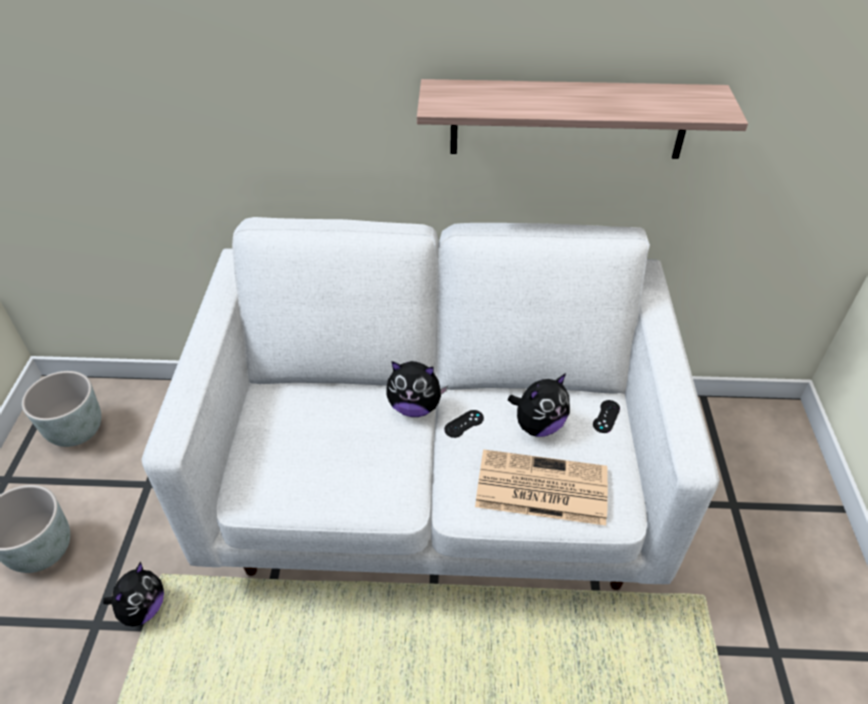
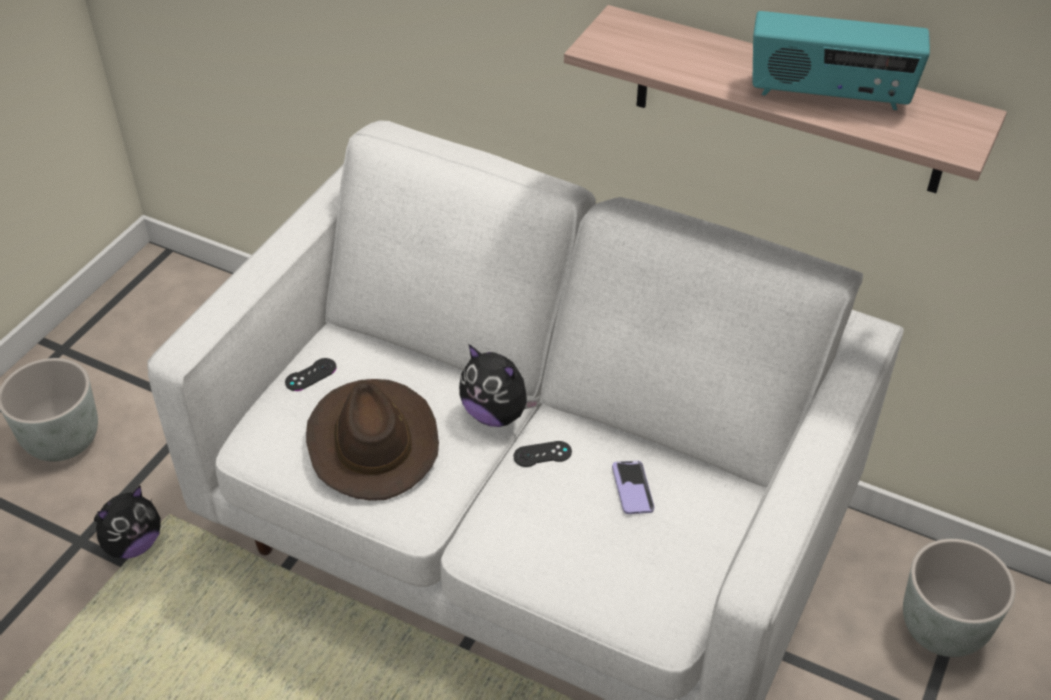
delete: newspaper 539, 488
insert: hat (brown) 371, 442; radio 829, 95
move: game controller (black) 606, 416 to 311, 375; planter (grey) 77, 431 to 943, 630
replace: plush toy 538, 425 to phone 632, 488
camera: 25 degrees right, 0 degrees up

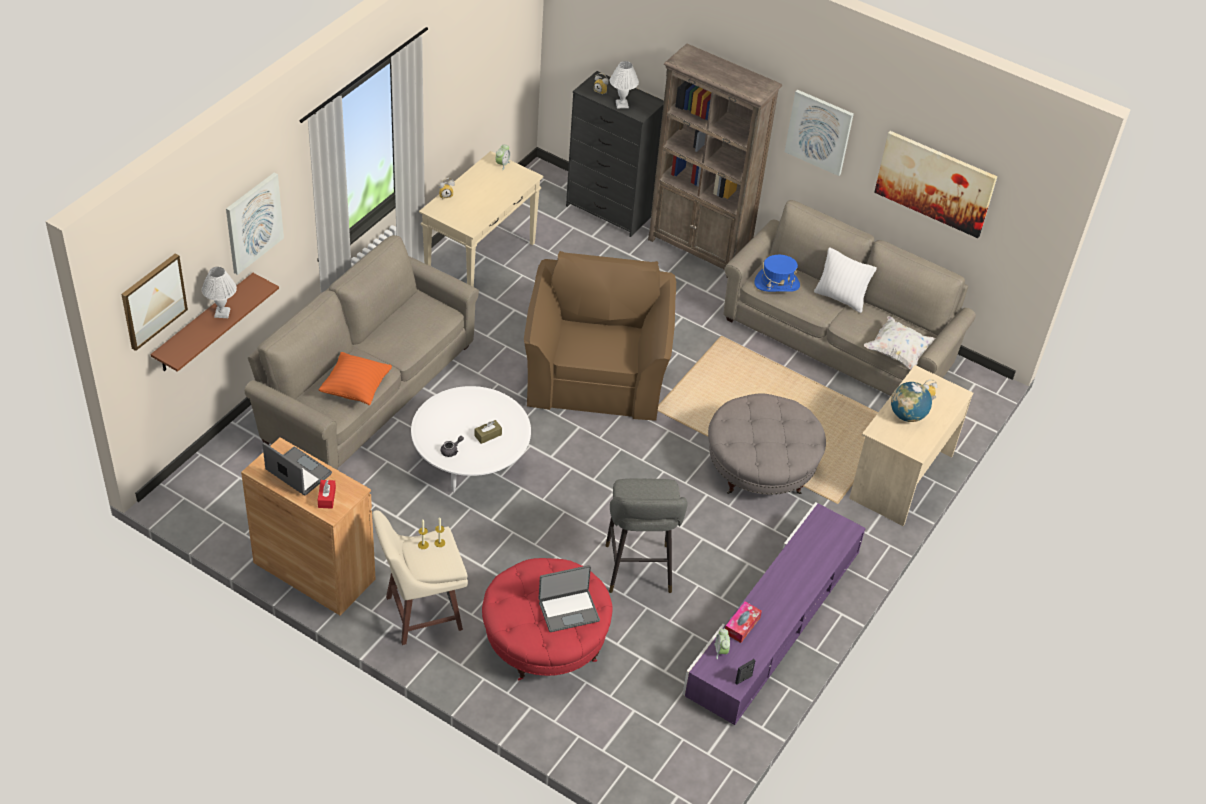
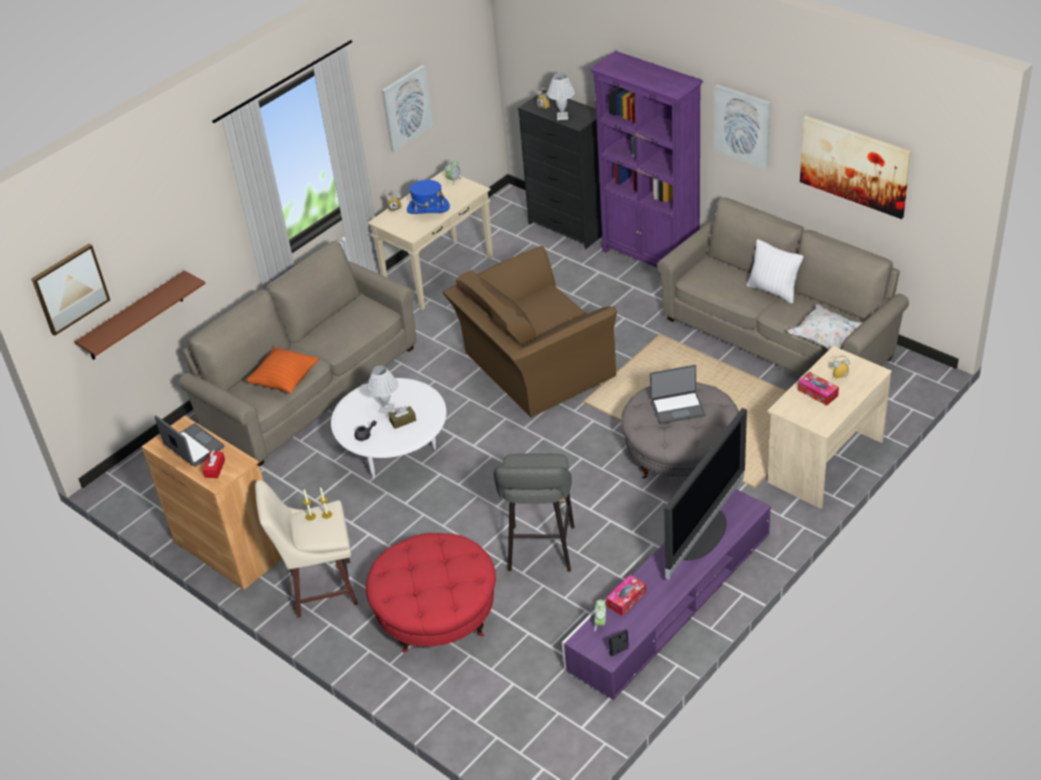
insert: television 702, 535
move: table lamp (white) 222, 313 to 387, 408; picture 253, 222 to 406, 108; hat (blue) 777, 284 to 428, 208; laptop 568, 610 to 677, 407
replace: globe 907, 415 to tissue box 817, 393
recolor: bookcase (brown) 699, 250 to bookcase (purple) 651, 258
rotate: armchair (brown) 597, 370 = 532, 367 135 degrees counterclockwise
camera: 15 degrees right, 5 degrees down

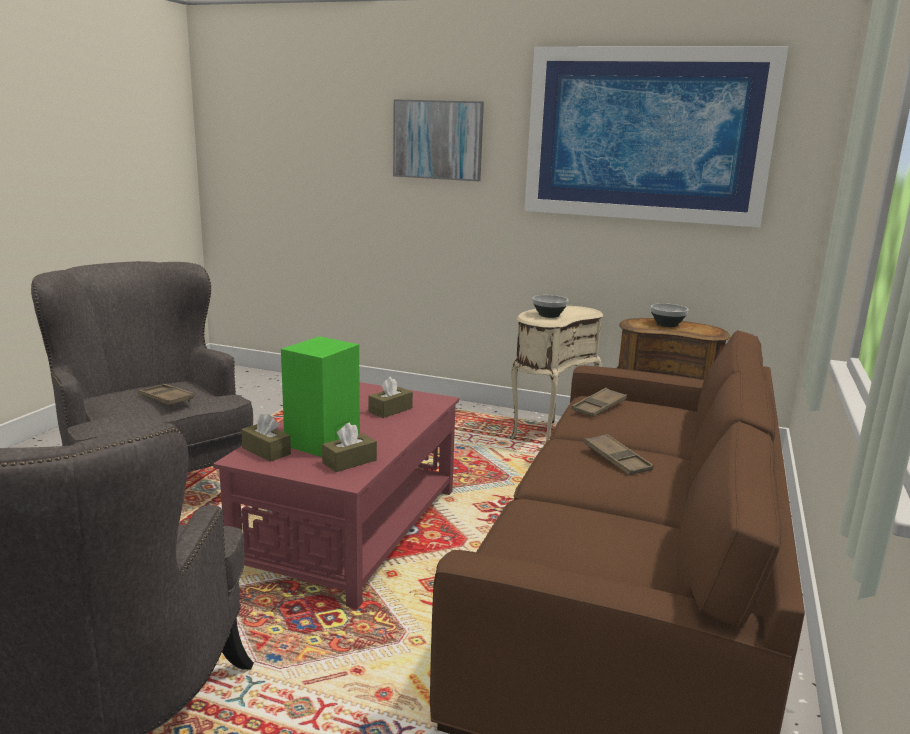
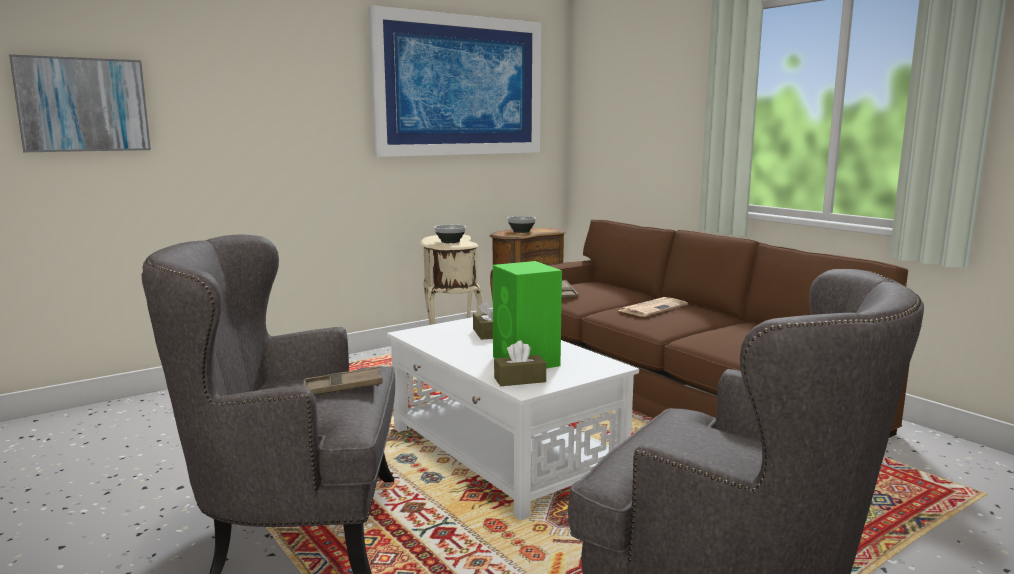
delete: tissue box (brown) 349, 462
move: picture 438, 140 to 83, 105
replace: tray (brown) 617, 459 to newspaper 653, 308
recolor: coffee table (red) 350, 530 to coffee table (white) 503, 453
camera: 55 degrees left, 5 degrees down

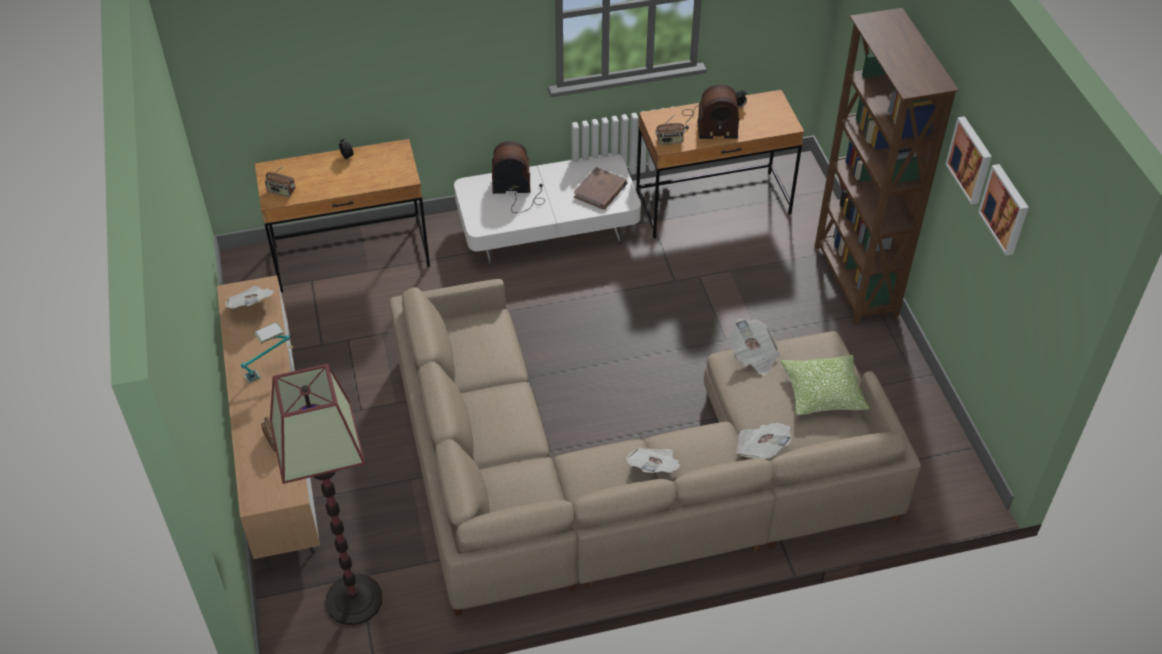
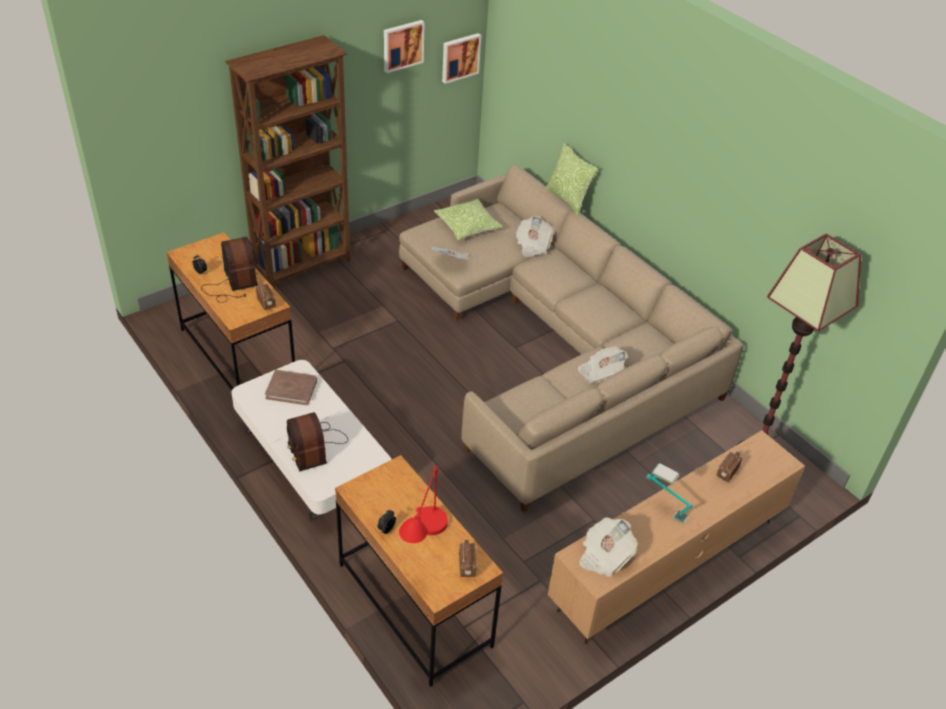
insert: table lamp (red) 423, 545; pillow 567, 200
move: picture 971, 159 to 460, 57; newspaper 654, 468 to 600, 373
camera: 115 degrees left, 5 degrees down

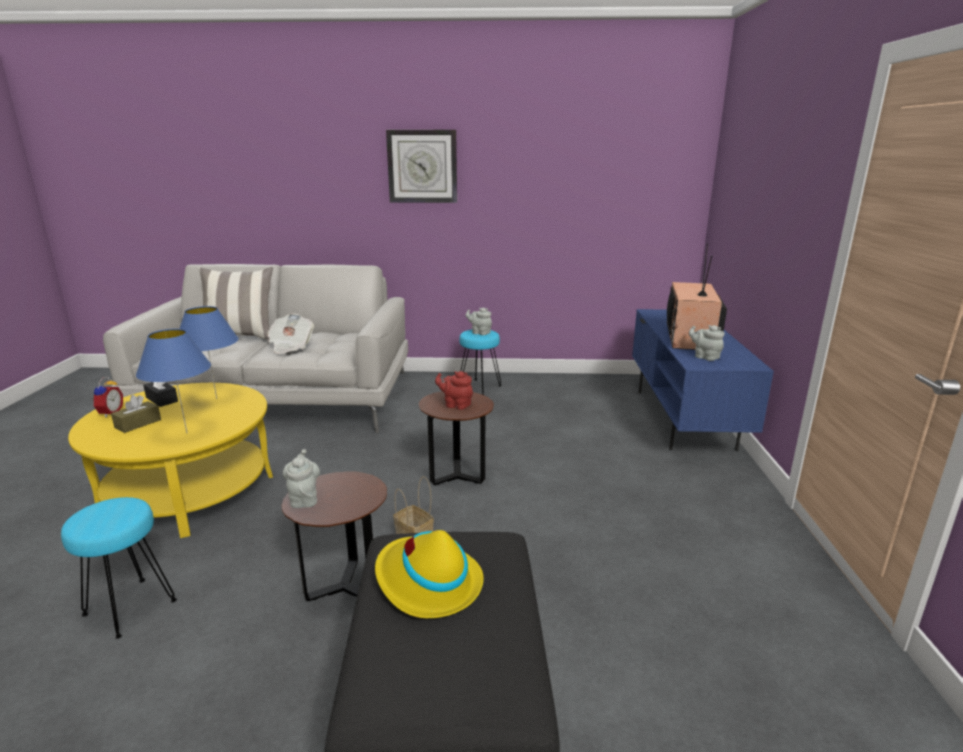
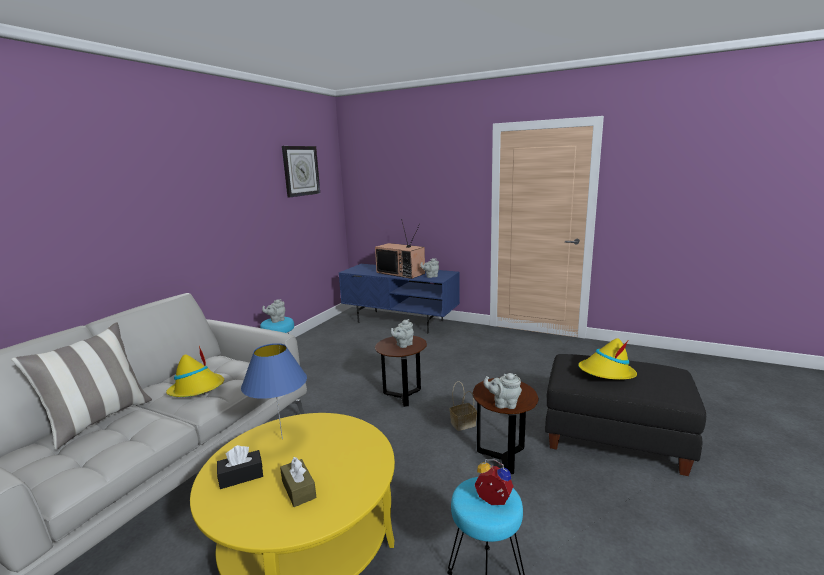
delete: table lamp (blue) 187, 433
move: wall clock 422, 166 to 301, 171; alarm clock 109, 413 to 492, 502
replace: newspaper 291, 346 to hat (yellow) 198, 389
recolor: teapot (red) 456, 405 to teapot (grey) 403, 345
camera: 65 degrees left, 5 degrees down

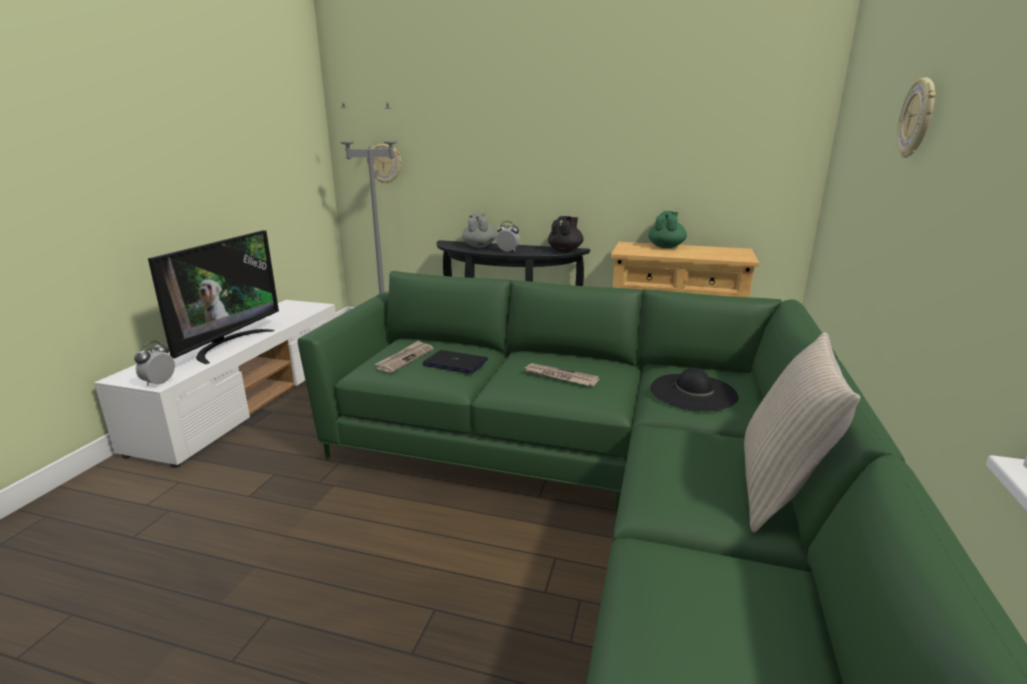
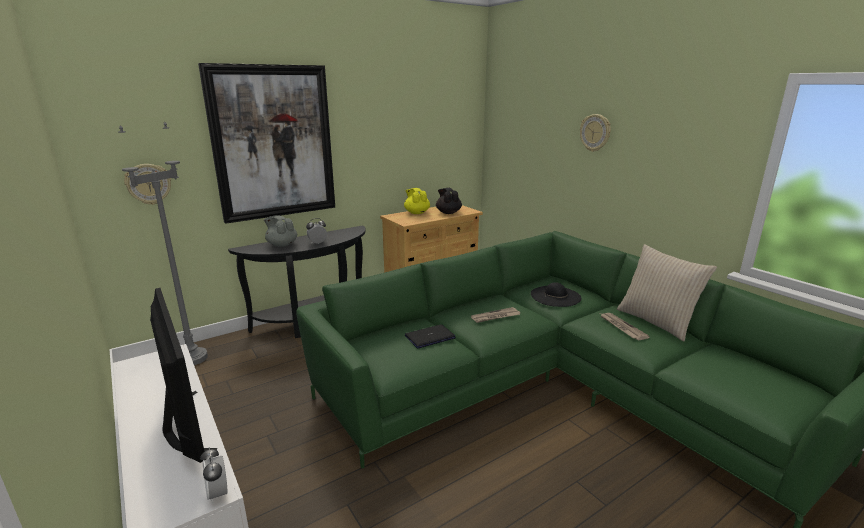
insert: picture 273, 143
move: teapot (black) 565, 250 to 448, 212; newspaper 405, 358 to 621, 327
recolor: teapot (green) 666, 247 to teapot (yellow) 416, 213
camera: 50 degrees left, 0 degrees up

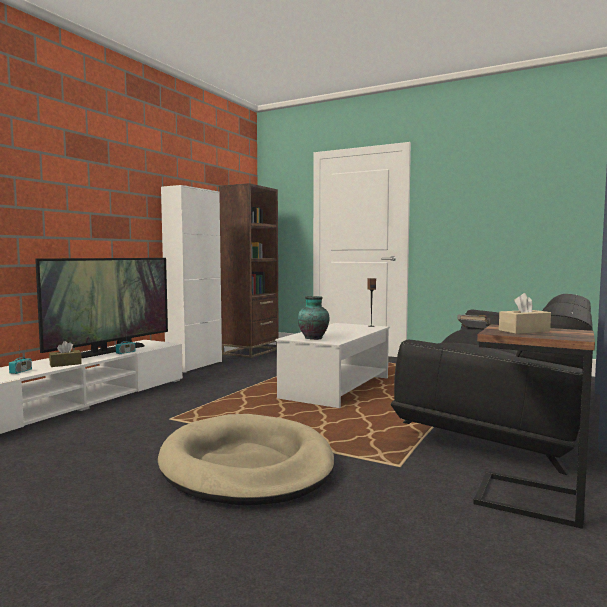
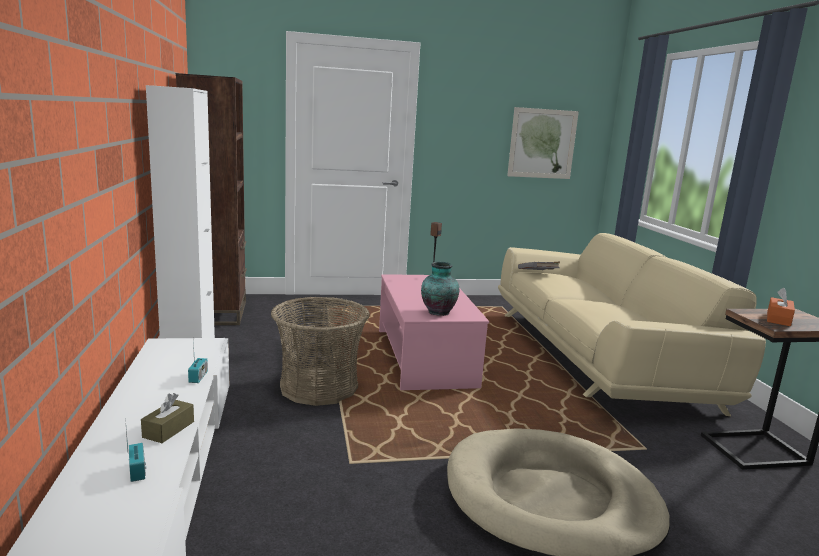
delete: television 110, 351
insert: basket 319, 387; picture 542, 143
recolor: coffee table (white) 336, 388 to coffee table (pink) 425, 358; sofa (black) 504, 414 to sofa (beige) 599, 358; tissue box (beige) 524, 331 to tissue box (orange) 778, 319
camera: 40 degrees left, 10 degrees up

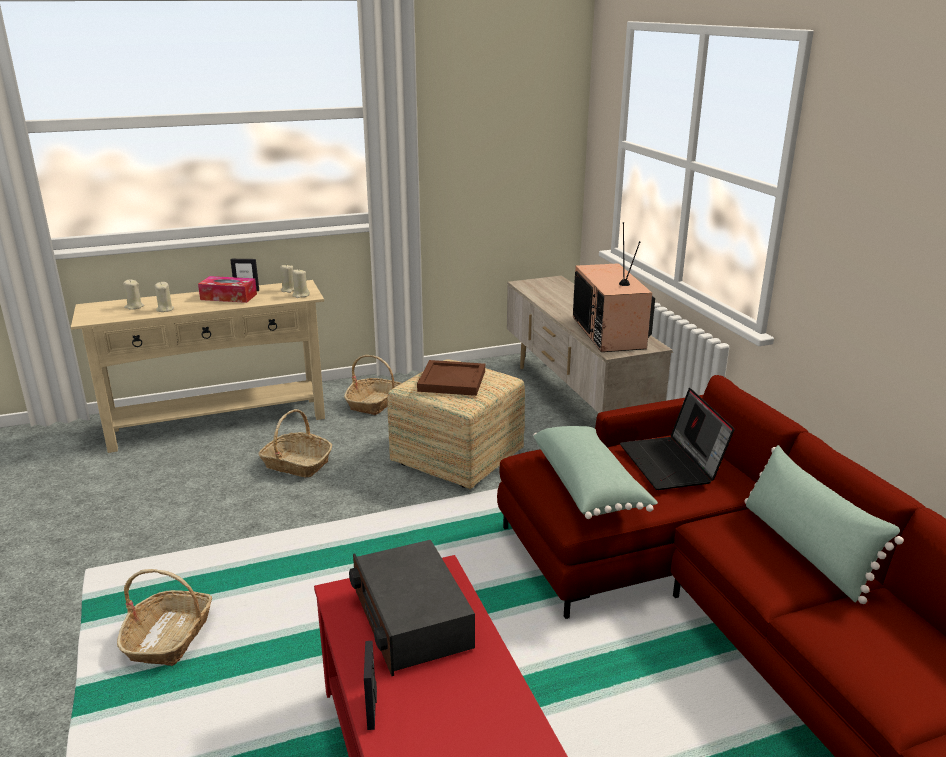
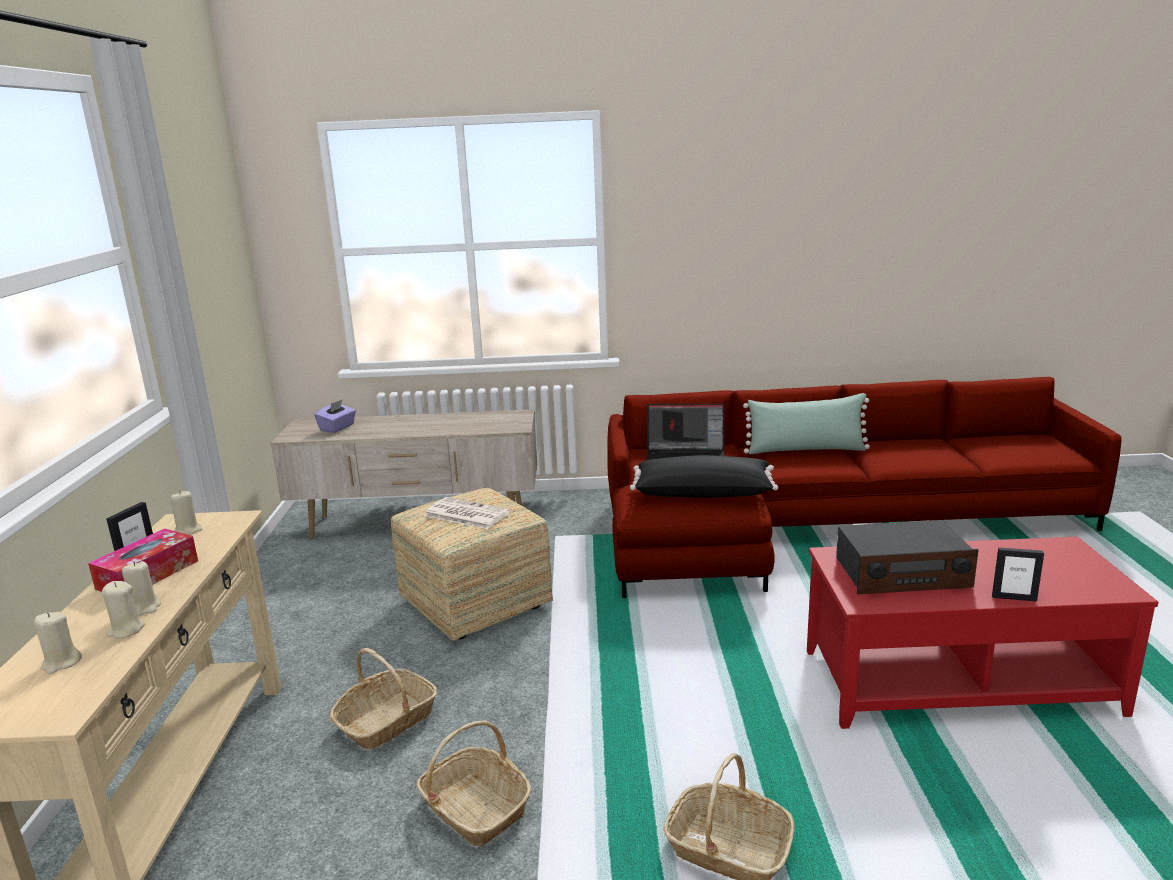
delete: television 610, 333
insert: tissue box (purple) 337, 428
move: candle (beige) 300, 295 to 145, 608; basket 375, 403 to 474, 808
replace: tray (brown) 451, 380 to newspaper 465, 514
recolor: pillow (green) 589, 486 to pillow (black) 703, 493
camera: 70 degrees left, 5 degrees down

